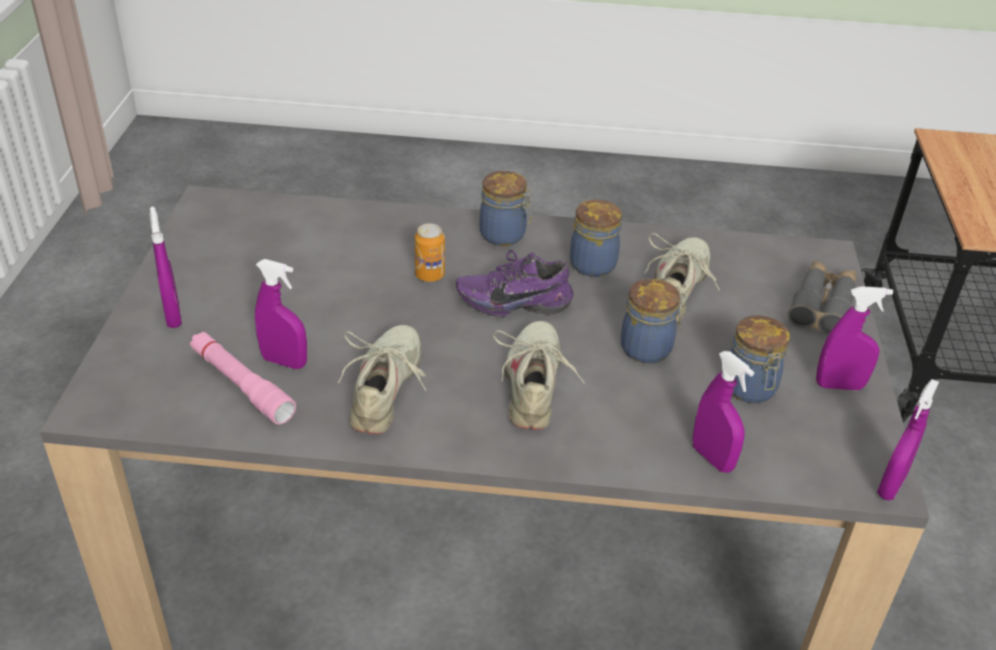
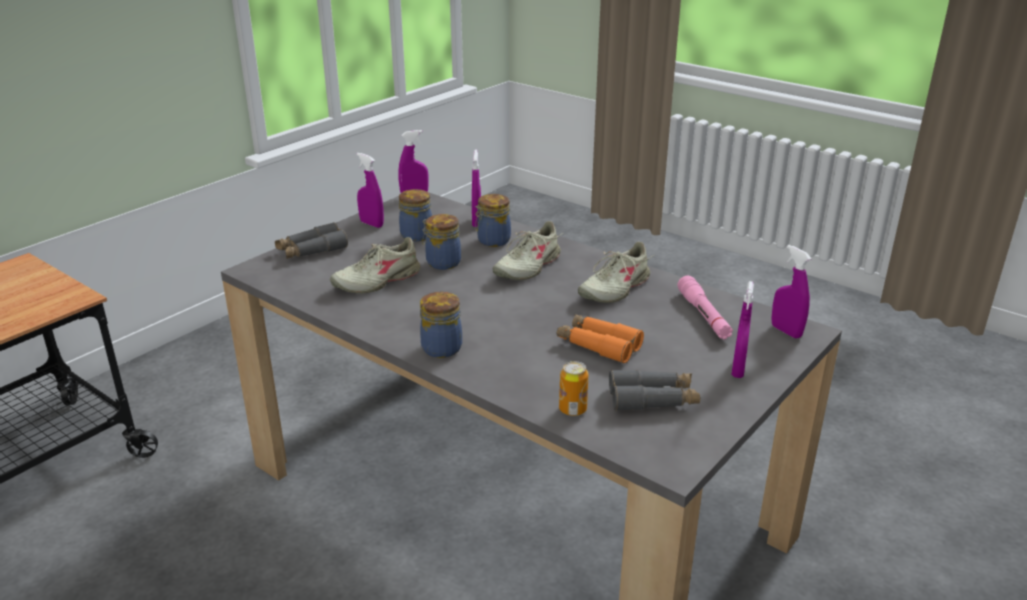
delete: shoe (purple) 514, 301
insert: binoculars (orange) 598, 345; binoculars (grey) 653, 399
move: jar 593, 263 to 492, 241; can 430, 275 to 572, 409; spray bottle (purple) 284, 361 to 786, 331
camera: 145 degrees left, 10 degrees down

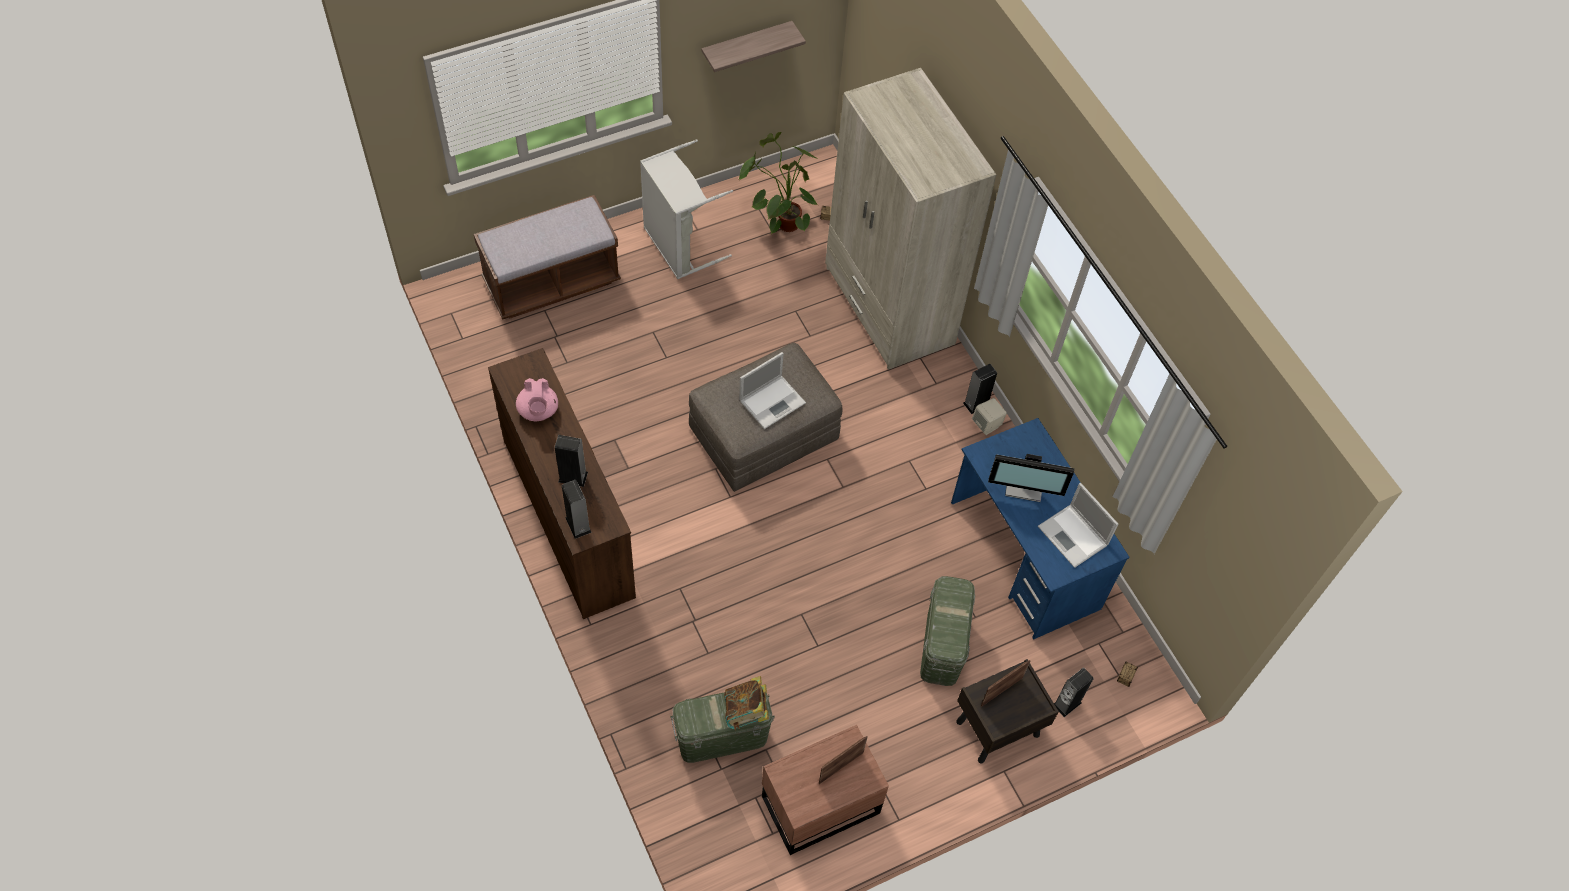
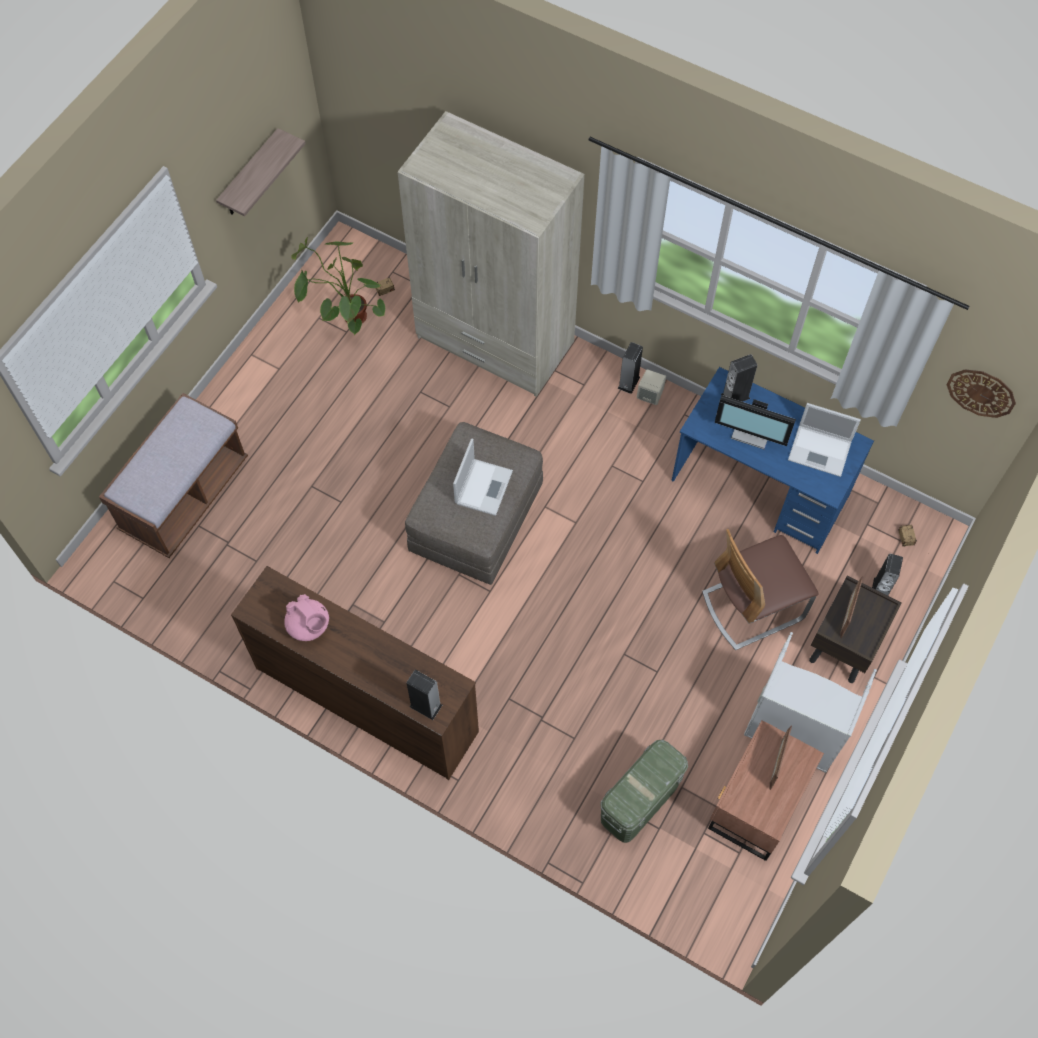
delete: book 746, 711
insert: wall clock 981, 392
move: speaker 573, 477 to 735, 396; laundry basket (grey) 678, 246 to 793, 733
replace: storage box (green) 942, 645 to chair 752, 606
rotate: monitor 1024, 486 = 752, 432 45 degrees clockwise
camera: 30 degrees left, 5 degrees up

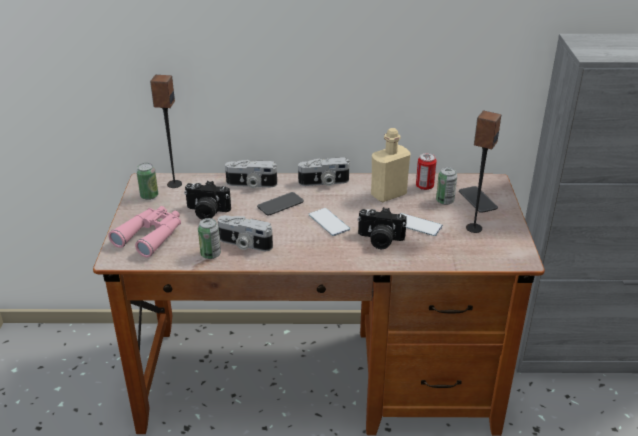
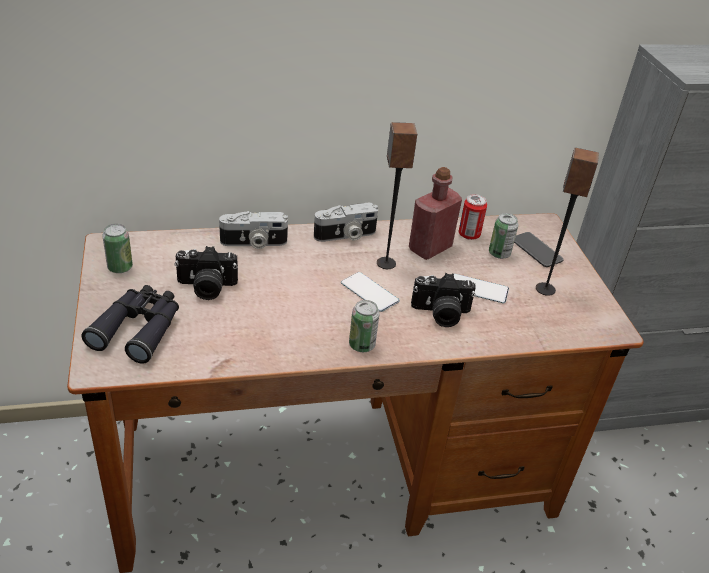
delete: photo camera 244, 244; phone 280, 204
move: can 210, 254 to 361, 345; speaker 174, 184 to 385, 263
recolor: binoculars (pink) 151, 236 to binoculars (black) 139, 329; bottle (beige) 388, 194 to bottle (red) 430, 248
camera: 15 degrees left, 5 degrees up

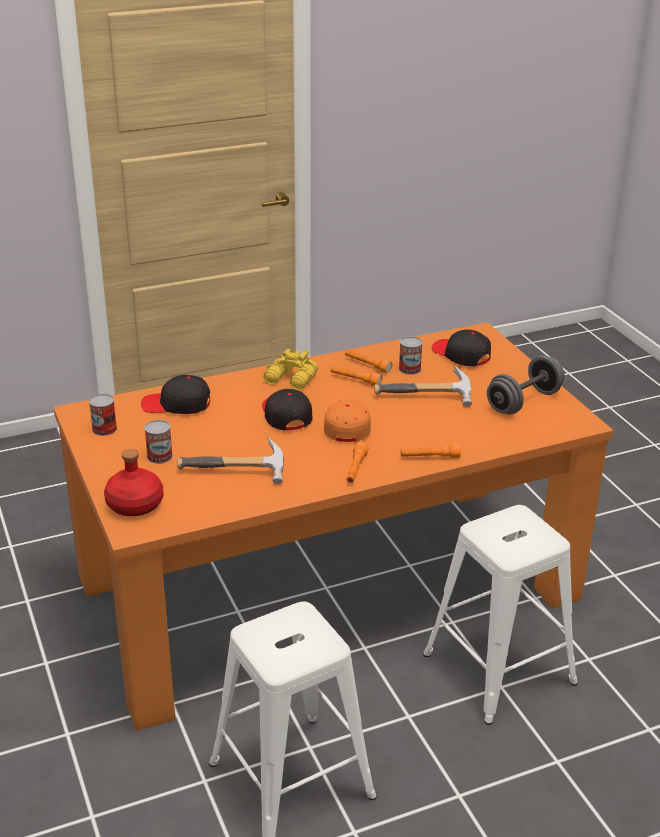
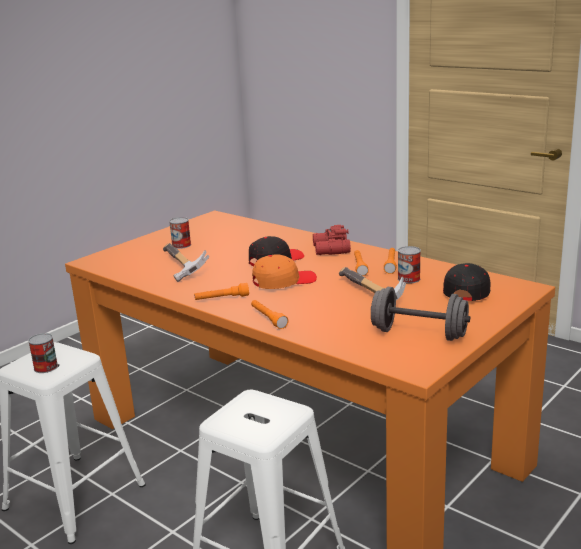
delete: bottle (red) 135, 505; cap (black) 177, 405
move: can 104, 429 to 46, 367
recolor: binoculars (yellow) 291, 380 to binoculars (red) 330, 250
camera: 65 degrees right, 10 degrees down

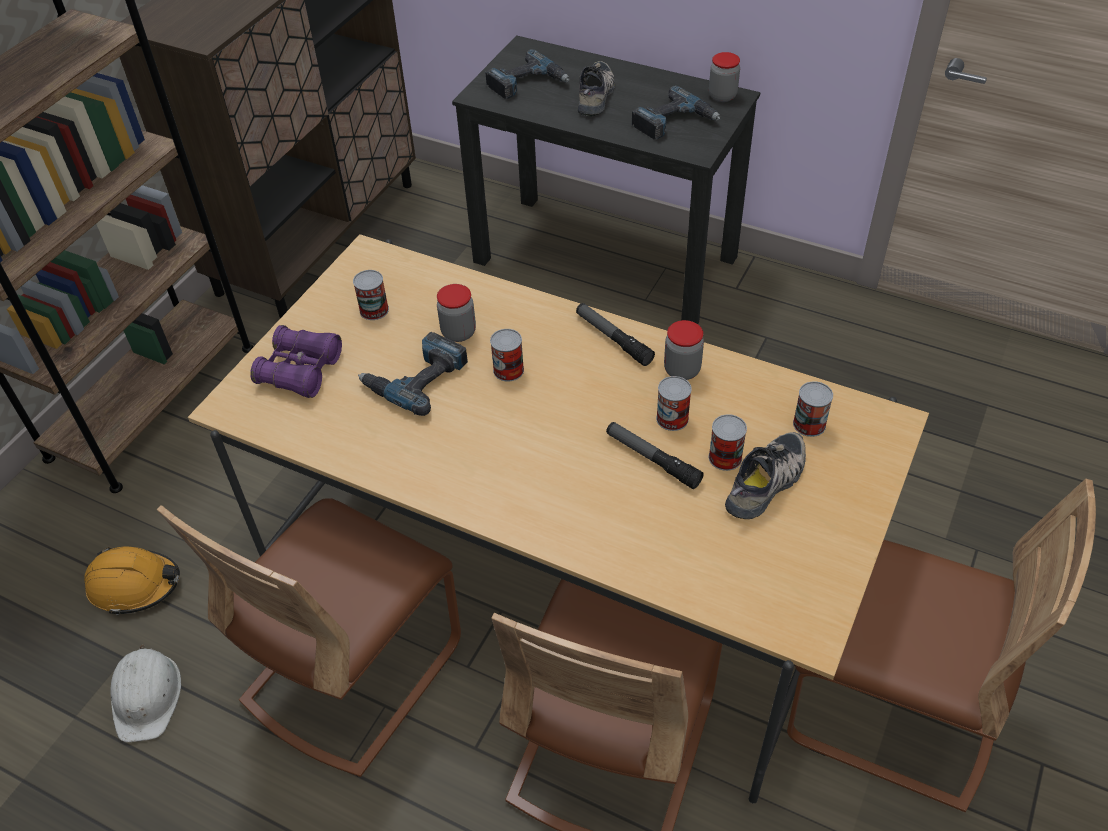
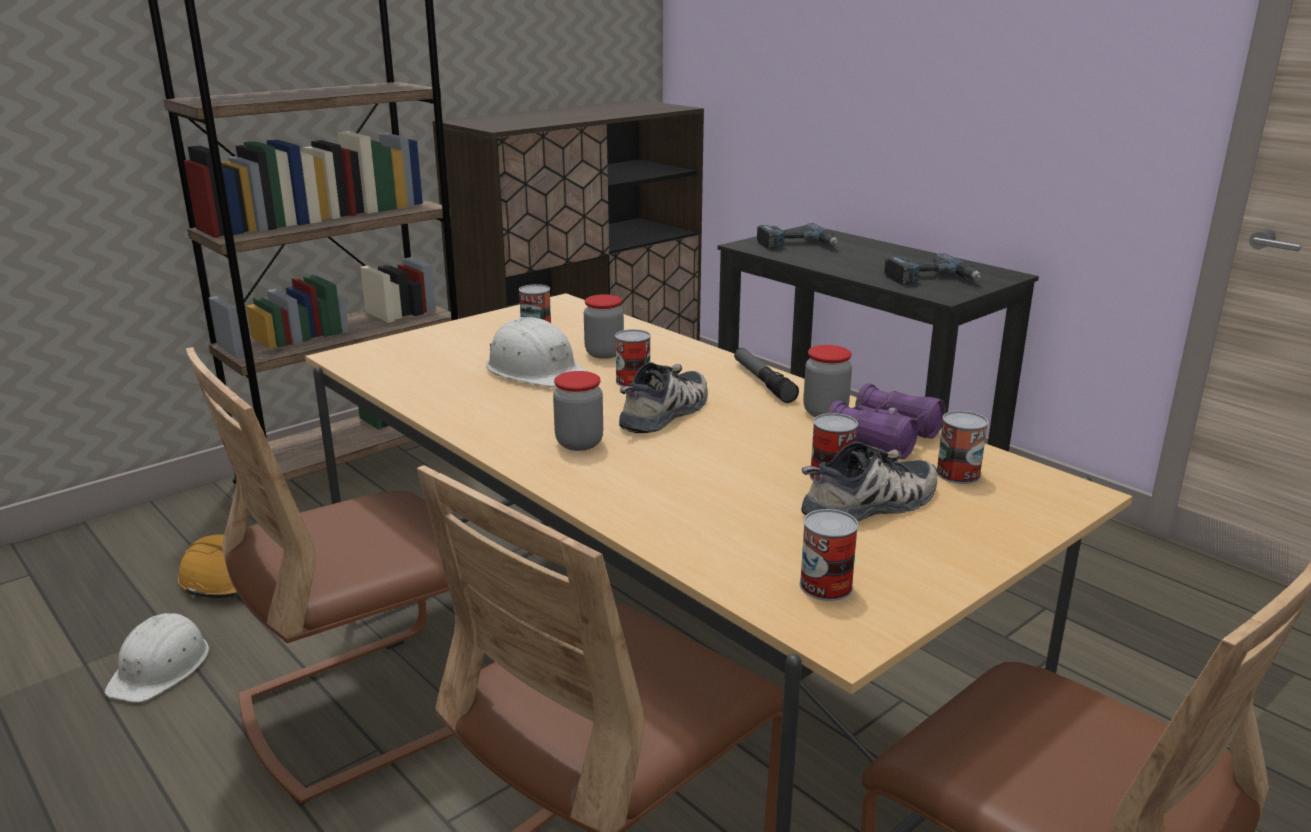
delete: flashlight 652, 459
move: jar 722, 96 to 579, 443; shoe 597, 95 to 667, 412; can 672, 418 to 825, 586; binoculars (purple) 300, 371 to 884, 437
replace: power drill 416, 378 to hard hat (white) 536, 370
camera: 20 degrees right, 25 degrees down

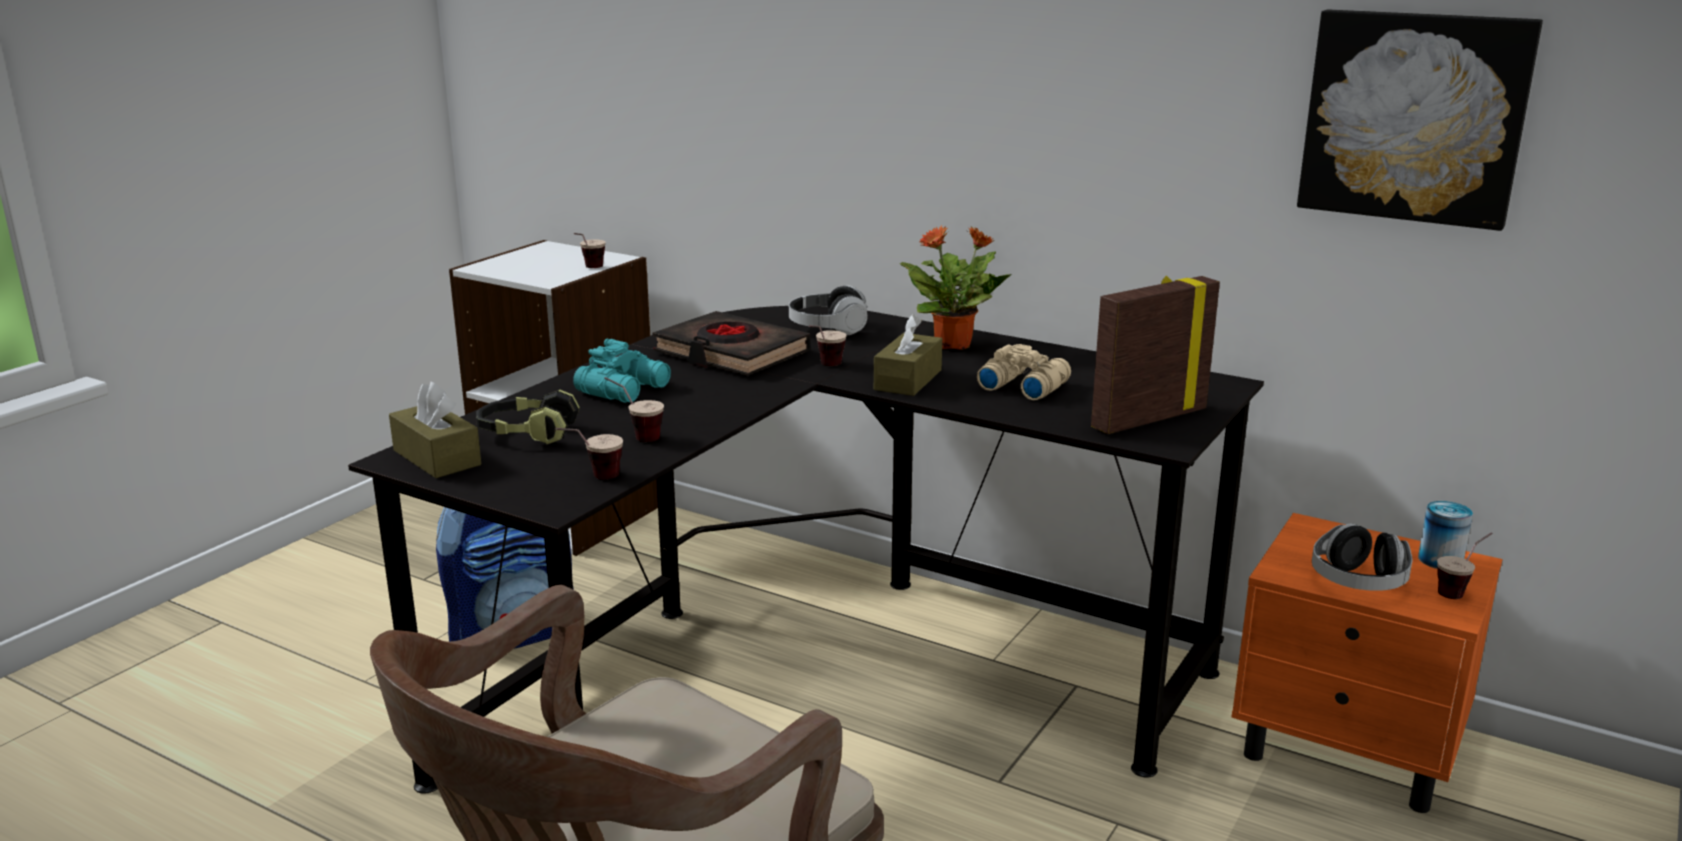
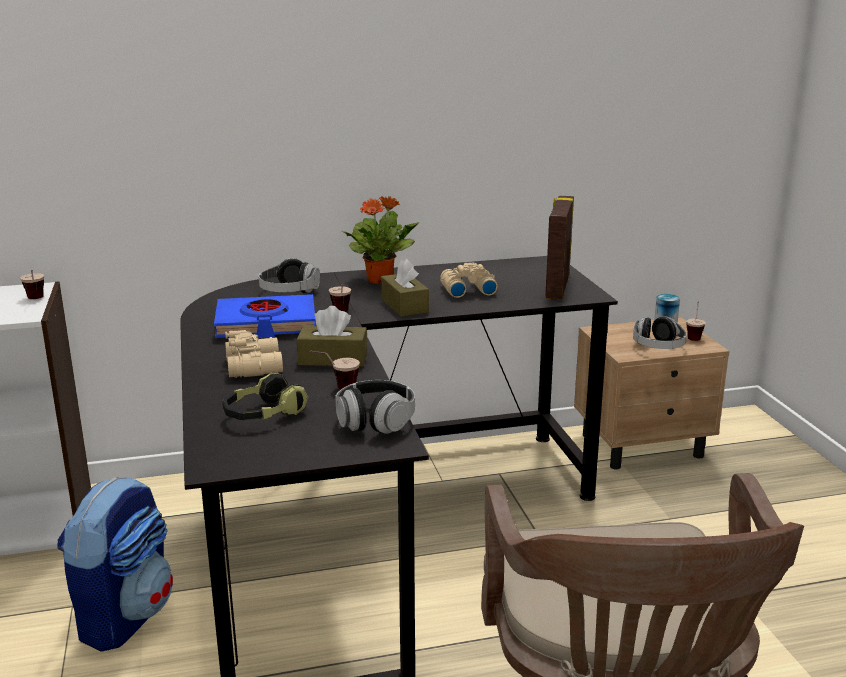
delete: picture 1414, 117
move: tissue box (brown) 437, 457 to 333, 359
replace: cup 592, 479 to headphones 375, 421
recolor: book (black) 731, 353 to book (blue) 266, 324; binoculars (turquoise) 626, 389 to binoculars (beige) 256, 366; nightstand (orange) 1350, 750 to nightstand (beige) 643, 445
camera: 45 degrees left, 0 degrees up

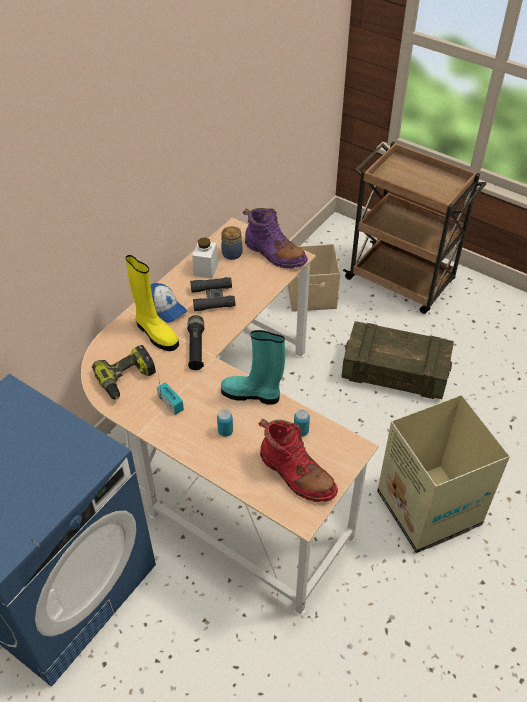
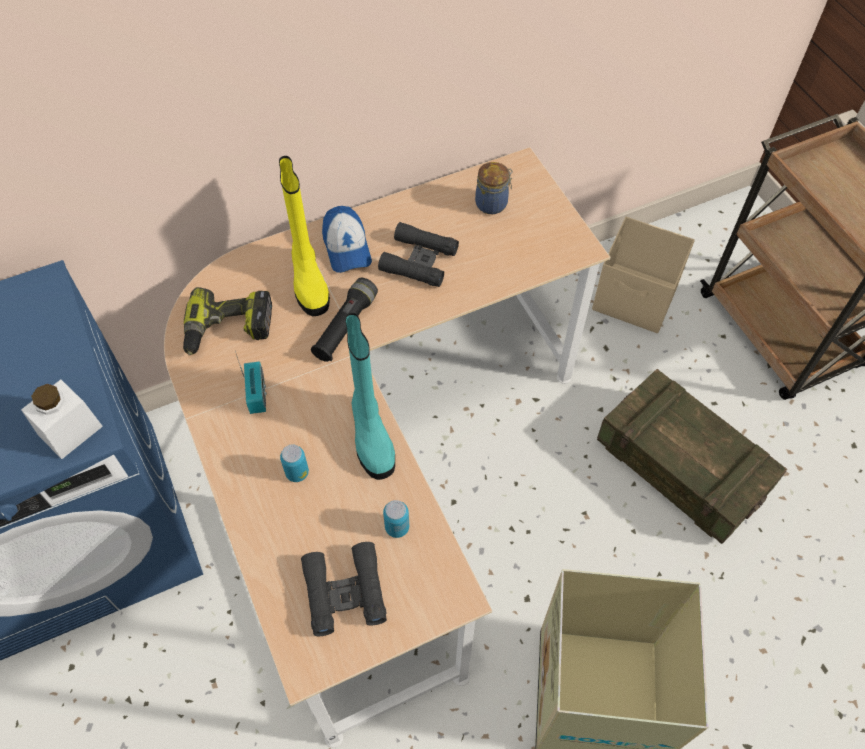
delete: boot (purple) 274, 254
move: jar (white) 205, 268 to 70, 431
replace: boot (red) 296, 475 to binoculars (black) 344, 592
rotate: boot (turquoise) 252, 394 = 371, 434 150 degrees counterclockwise
camera: 30 degrees right, 10 degrees up

